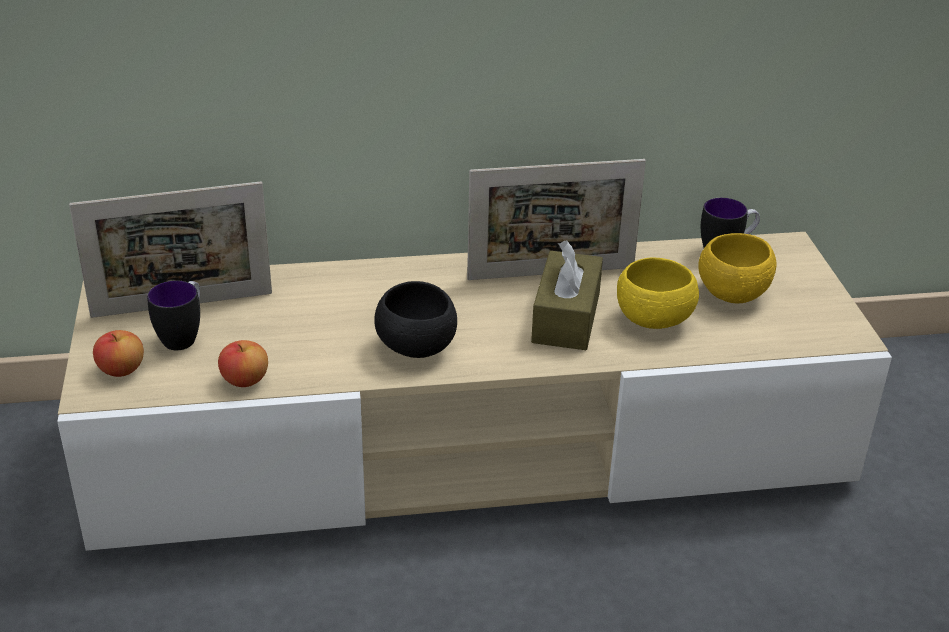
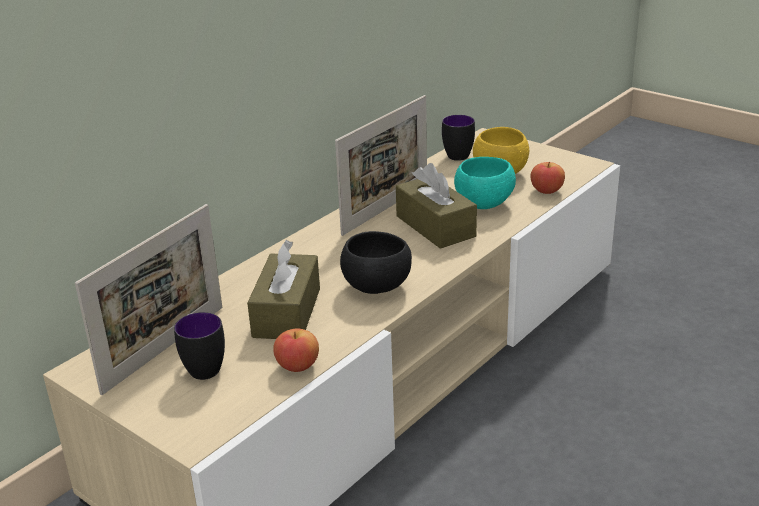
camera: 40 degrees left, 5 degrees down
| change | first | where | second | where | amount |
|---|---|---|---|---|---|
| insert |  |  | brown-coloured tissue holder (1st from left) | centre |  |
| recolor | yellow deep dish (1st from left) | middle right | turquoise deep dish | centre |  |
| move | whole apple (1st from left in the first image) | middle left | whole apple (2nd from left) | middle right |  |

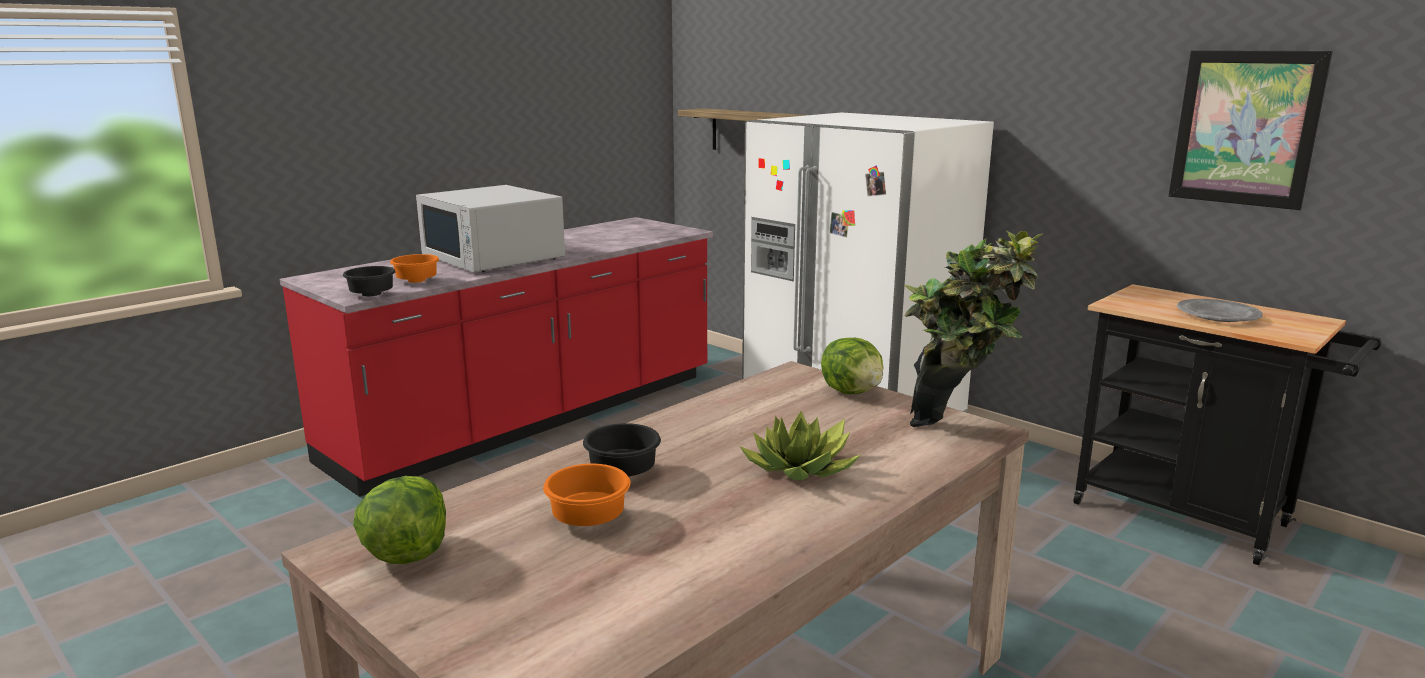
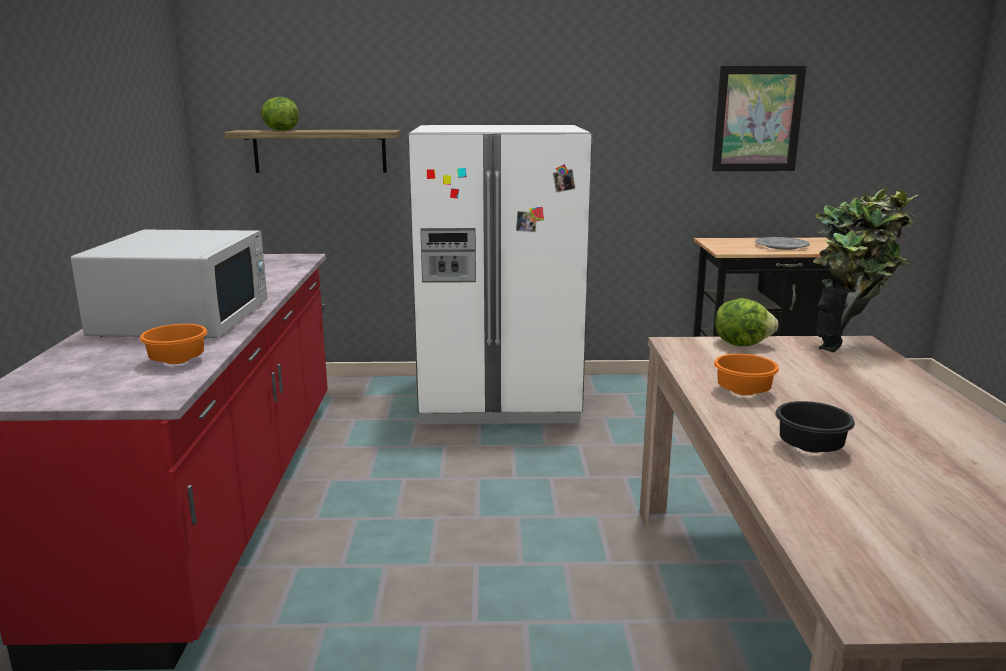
camera: 45 degrees left, 0 degrees up
| change | first | where | second | where | amount |
|---|---|---|---|---|---|
| rotate | white-coloured microwave oven | centre |  | middle left | 90 degrees counterclockwise |
| move | lettuce head (1st from left) | bottom left |  | top left |  |
| move | orange deep dish (2nd from left) | bottom centre |  | middle right |  |
| delete | black deep dish (1st from left) | middle left |  |  |  |
| delete | potted plant (1st from left) | centre |  |  |  |

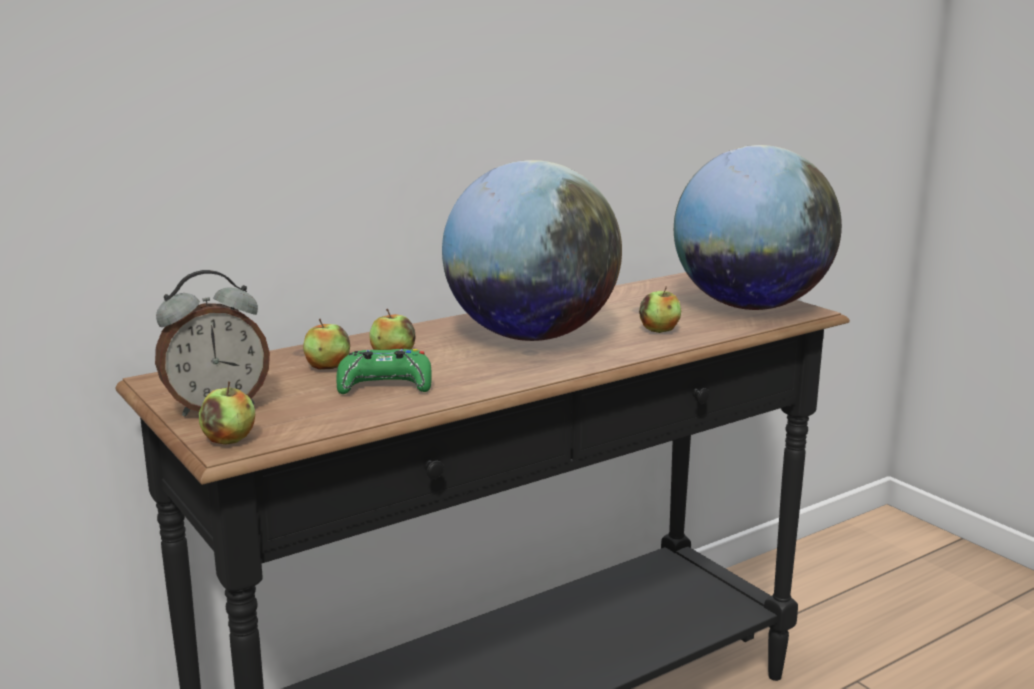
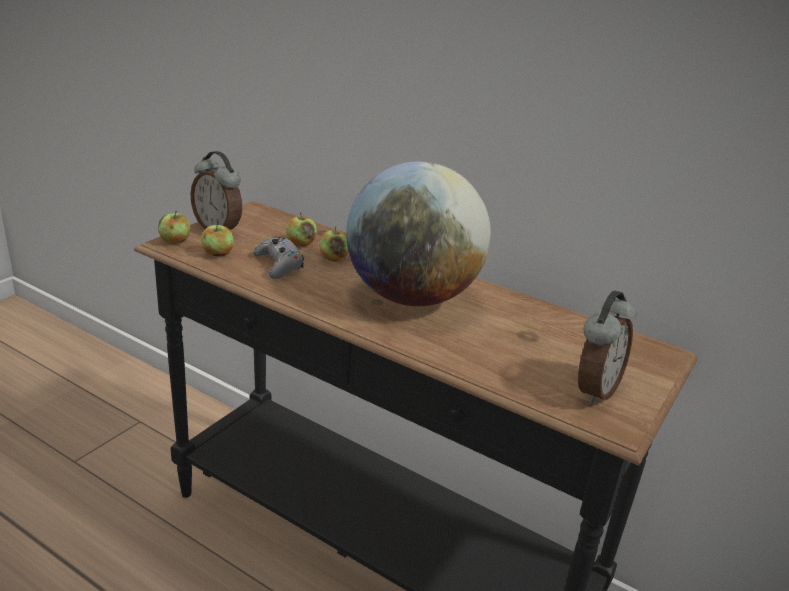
camera: 65 degrees right, 10 degrees up
| change | first | where | second | where | amount |
|---|---|---|---|---|---|
| move | whole apple (4th from left in the first image) | centre | whole apple (2nd from left) | middle left |  |
| recolor | green gamepad | centre | gray gamepad | centre |  |
| replace | globe (2nd from left) | top right | bedside clock (2nd from left) | middle right |  |

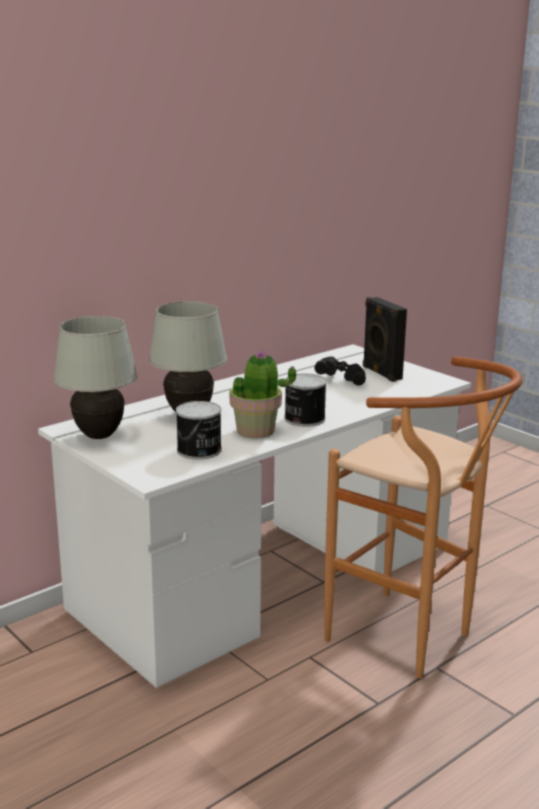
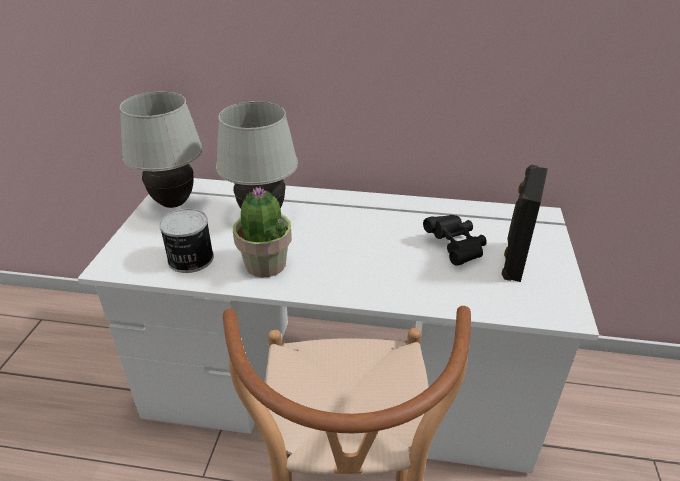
camera: 50 degrees right, 15 degrees up
| change | first | where | second | where | amount |
|---|---|---|---|---|---|
| delete | sealed can (2nd from left) | centre |  |  |  |

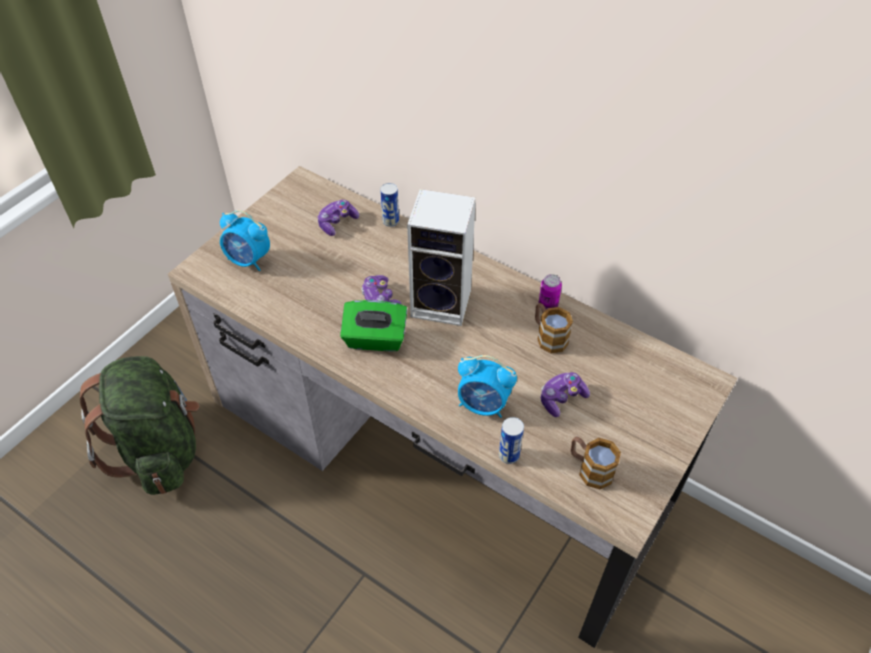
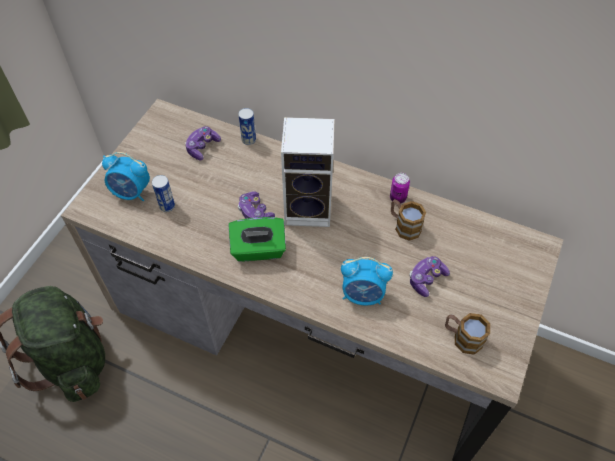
camera: 10 degrees left, 5 degrees up
| change | first | where | second | where | amount |
|---|---|---|---|---|---|
| move | sealed can (2nd from left in the first image) | bottom centre | sealed can (1st from left) | middle left |  |

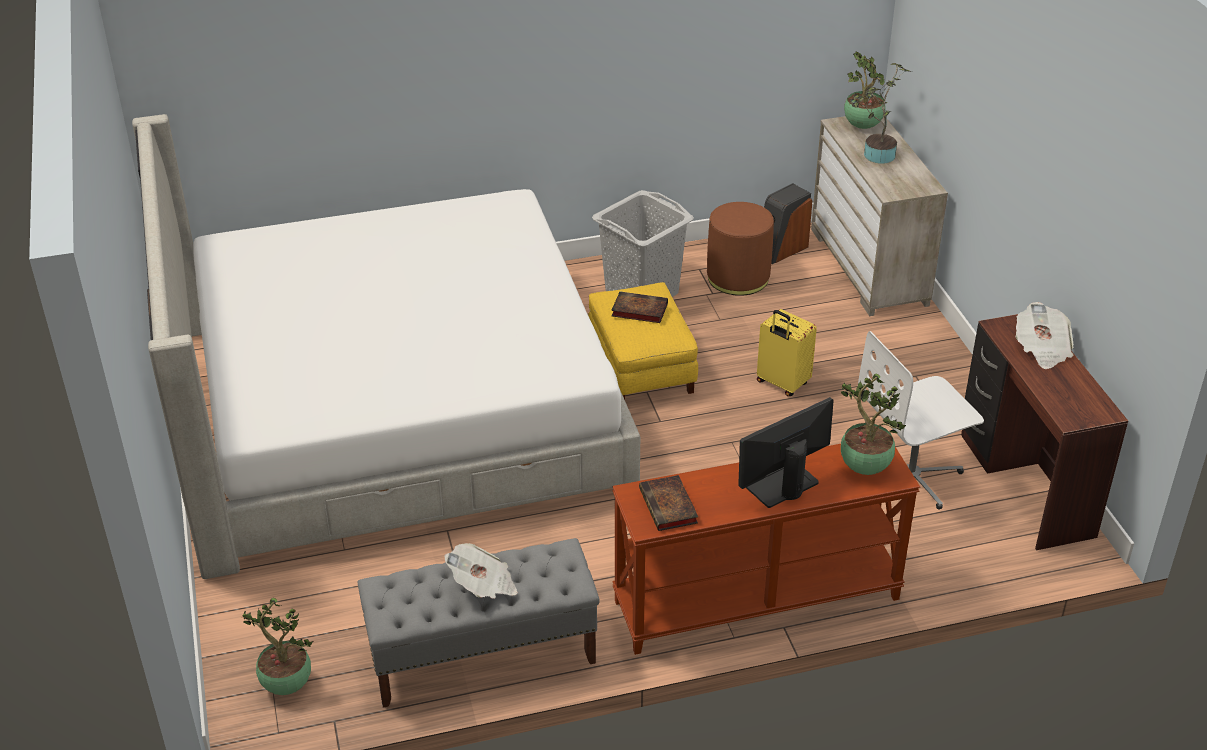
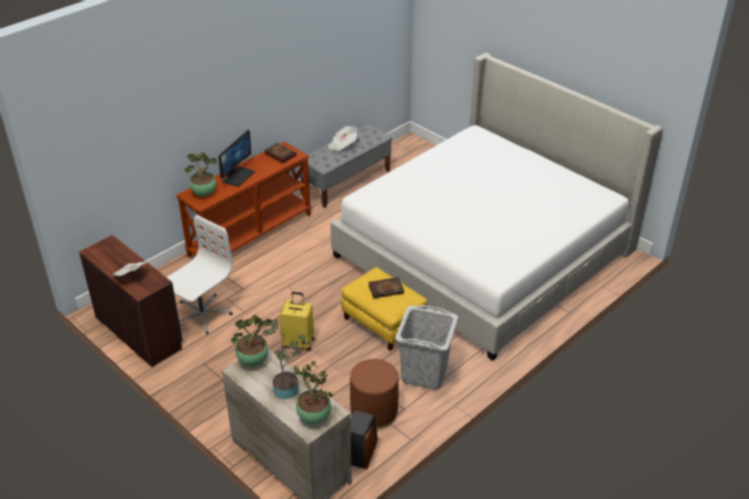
camera: 150 degrees right, 0 degrees up
| change | first | where | second | where | amount |
|---|---|---|---|---|---|
| move | potted plant (1st from left in the first image) | bottom left | potted plant (2nd from left) | bottom centre |  |

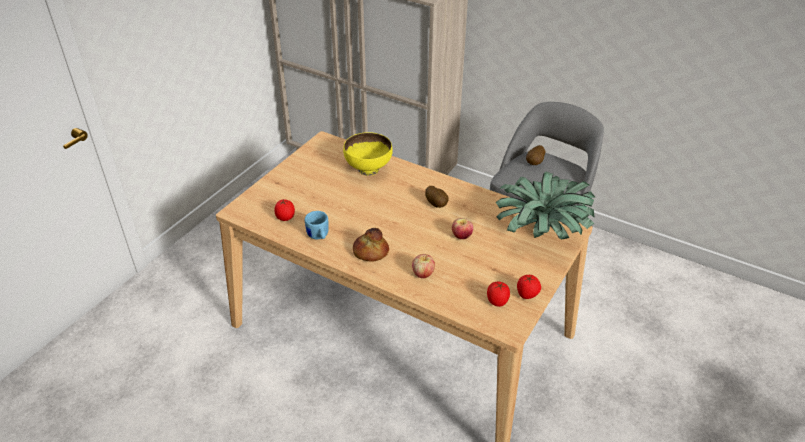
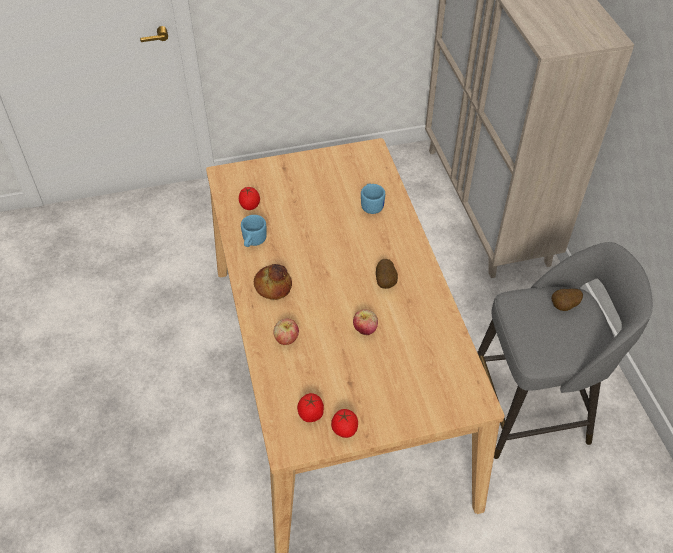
camera: 45 degrees right, 10 degrees up
| change | first | where | second | where | amount |
|---|---|---|---|---|---|
| replace | yellow deep dish | centre | bluish tea mug (2nd from left) | centre |  |
| delete | potted plant | middle right |  |  |  |

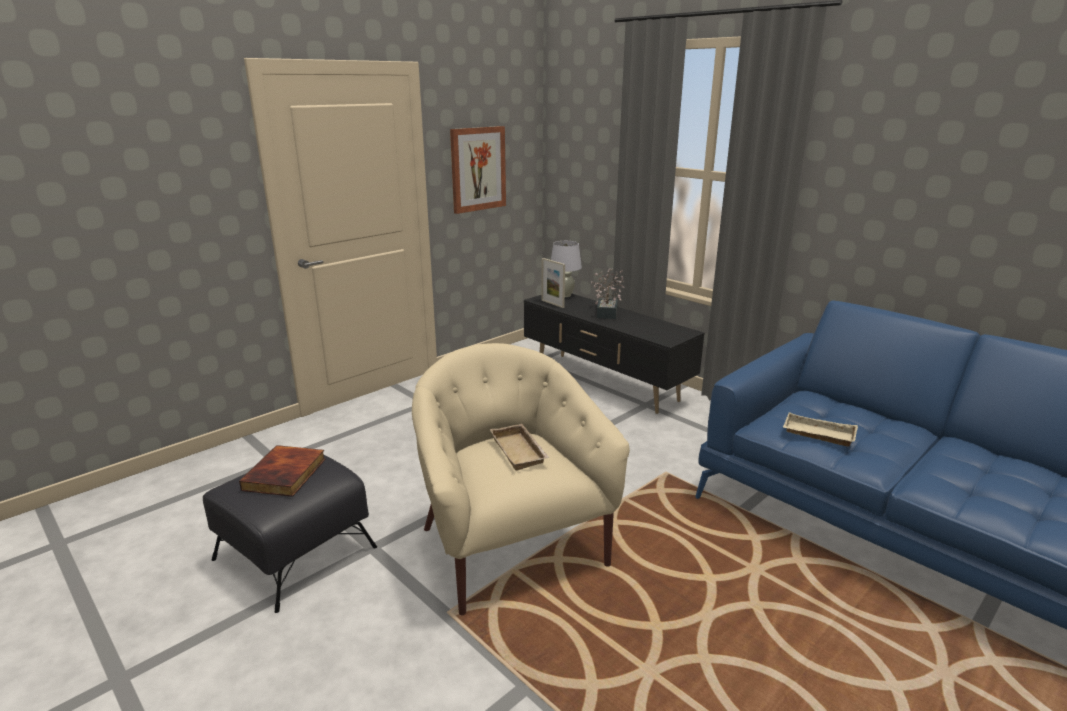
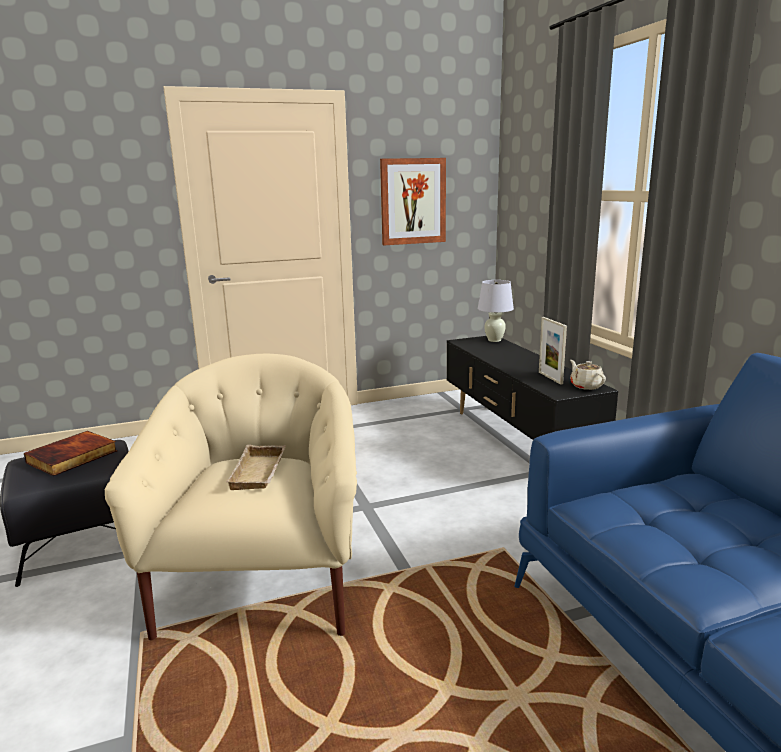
camera: 25 degrees right, 5 degrees down
| change | first | where | second | where | amount |
|---|---|---|---|---|---|
| move | standing frame | centre |  | middle right |  |
| insert |  |  | beige pot for tea | middle right |  |
| delete | potted plant | centre |  |  |  |
| delete | beige carrying tray (2nd from left) | middle right |  |  |  |

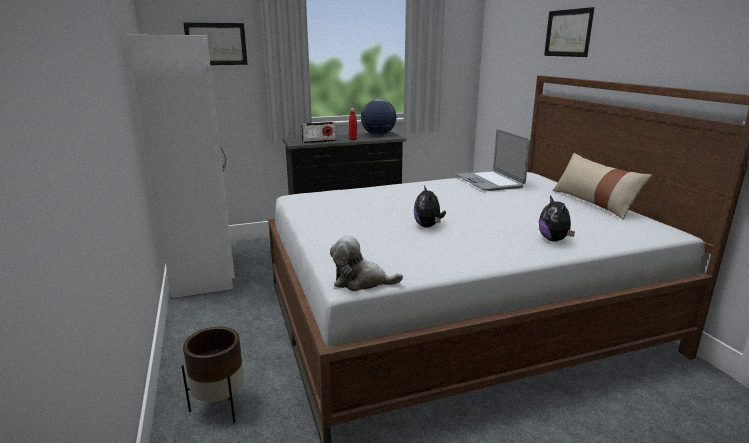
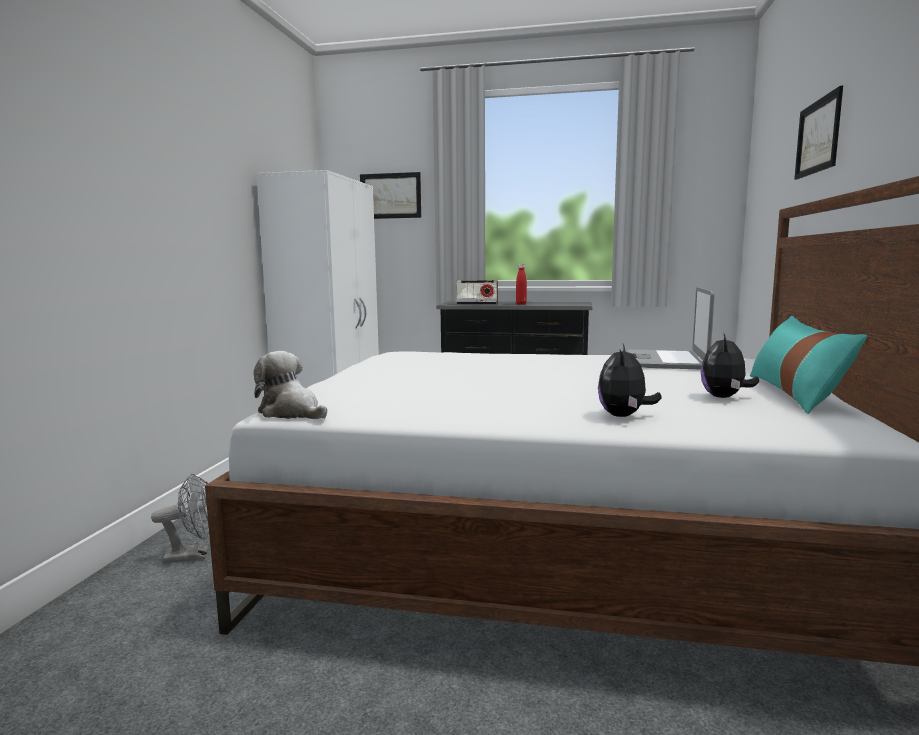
camera: 30 degrees right, 10 degrees down
| change | first | where | second | where | amount |
|---|---|---|---|---|---|
| replace | brown-coloured plant pot | bottom left | gray fan | bottom left |  |
| move | soft toy (2nd from left in the first image) | centre | soft toy (3rd from left) | middle right |  |
| recolor | beige throw pillow | middle right | turquoise throw pillow | middle right |  |
| delete | globe | top centre |  |  |  |

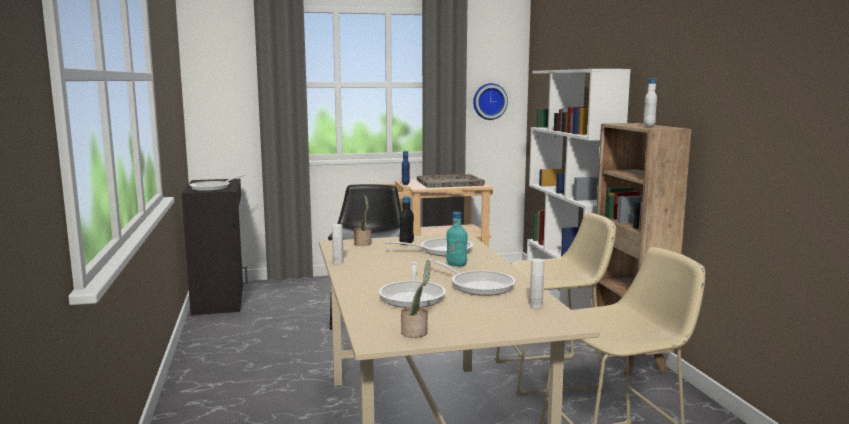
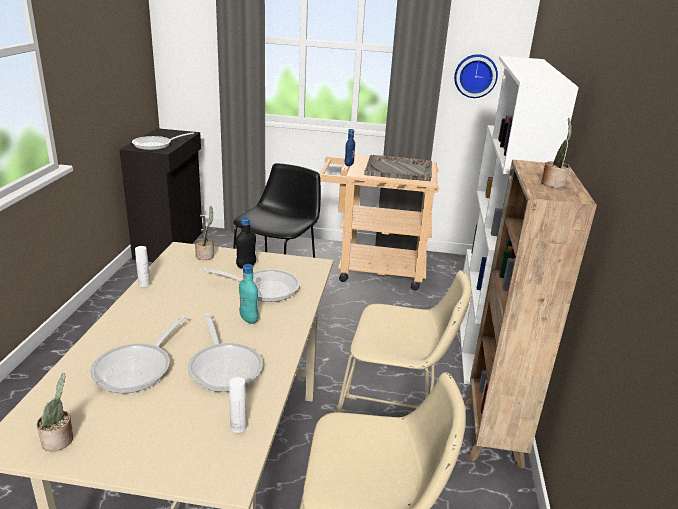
camera: 20 degrees right, 15 degrees up
| change | first | where | second | where | amount |
|---|---|---|---|---|---|
| replace | white-coloured bottle (3rd from left) | top right | potted plant (3rd from left) | top right |  |

